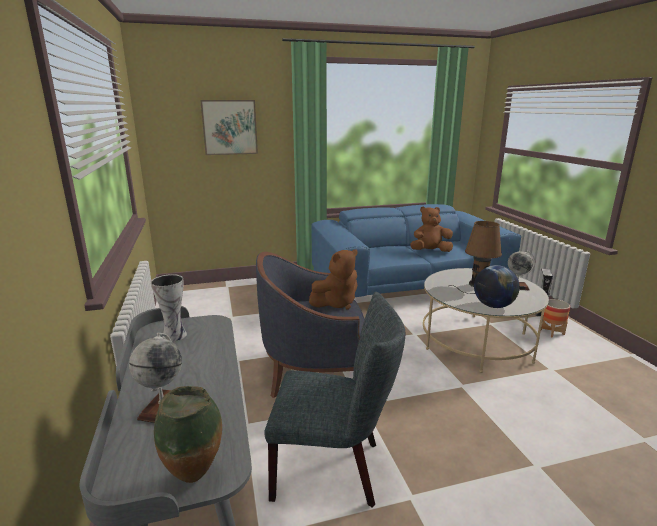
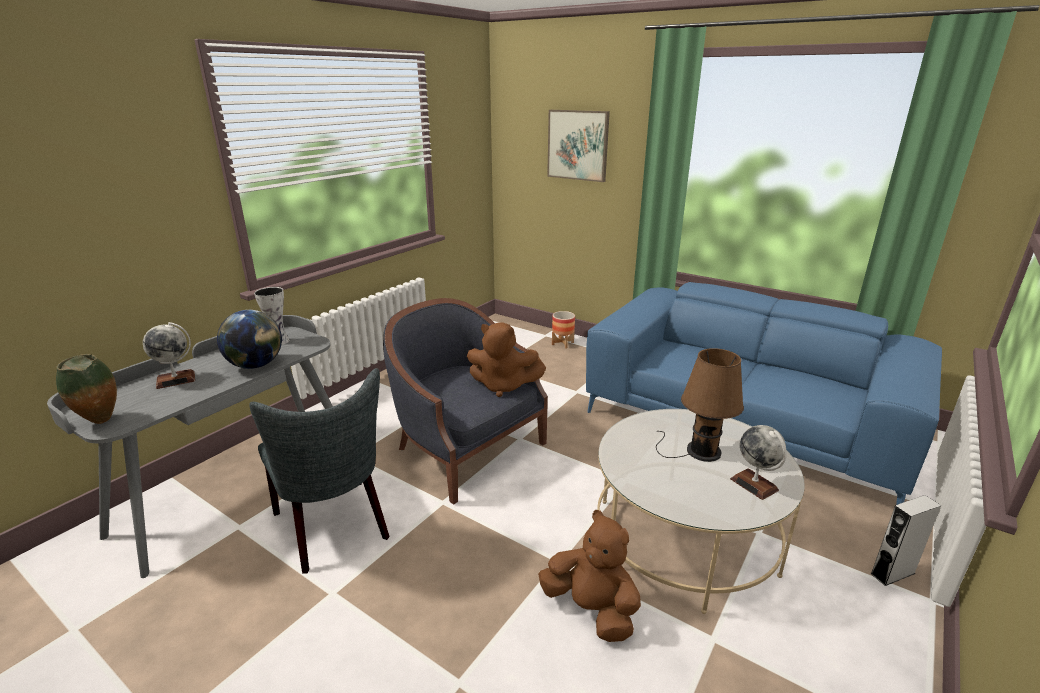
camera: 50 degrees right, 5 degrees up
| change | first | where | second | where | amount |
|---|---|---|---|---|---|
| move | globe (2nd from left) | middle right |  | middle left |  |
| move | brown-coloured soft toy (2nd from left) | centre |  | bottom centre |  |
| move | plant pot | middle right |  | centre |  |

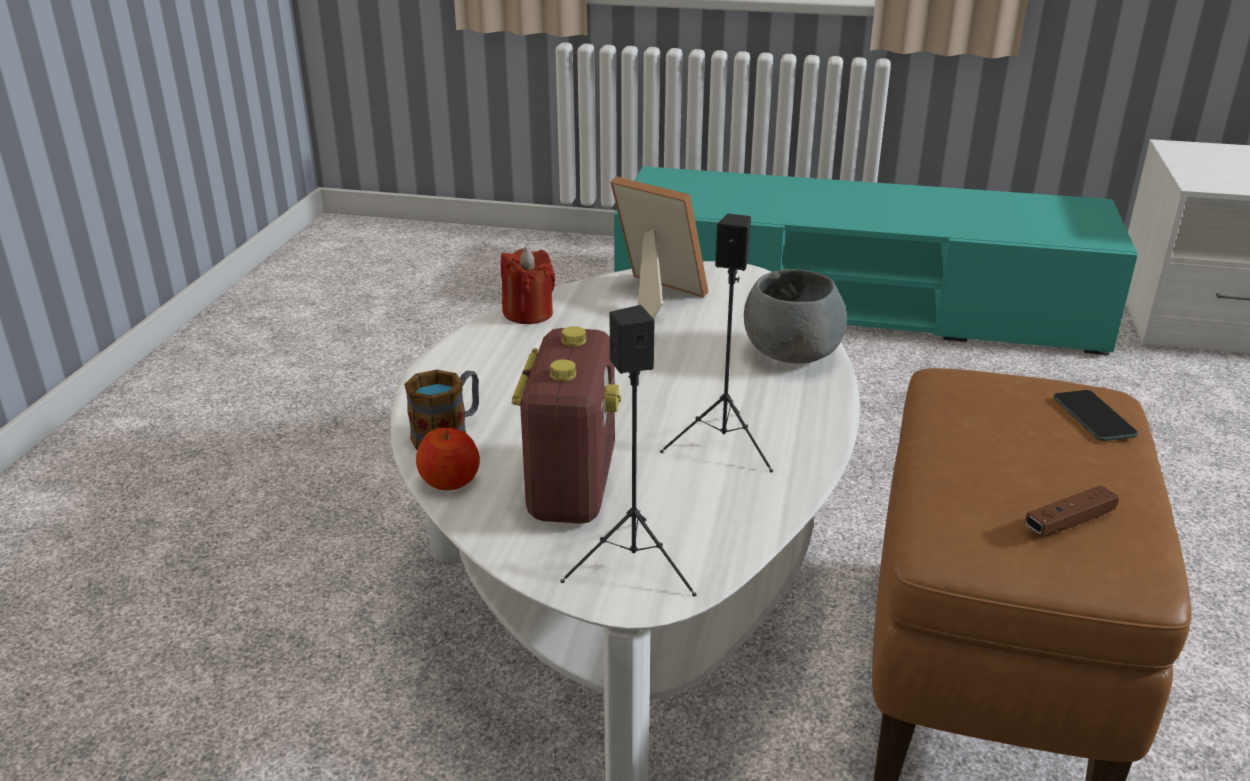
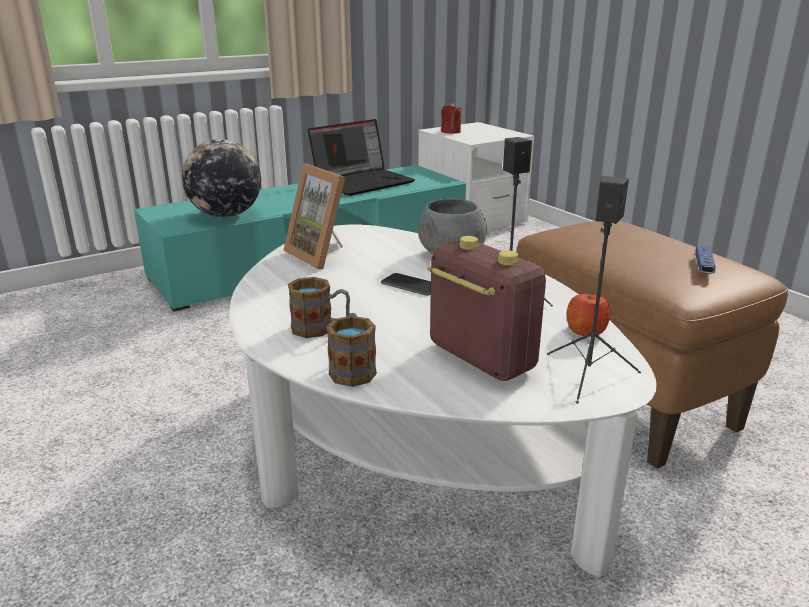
camera: 45 degrees left, 5 degrees down
| change | first | where | second | where | amount |
|---|---|---|---|---|---|
| insert |  |  | globe | top left |  |
| rotate | standing frame | top centre |  | centre | 120 degrees counterclockwise |
| insert |  |  | tea mug (1st from left) | centre |  |
| insert |  |  | notebook computer | top centre |  |
| move | telephone | middle right |  | centre |  |
| move | reddish wax candle | centre |  | top centre |  |
| move | whole apple | centre |  | middle right |  |
| recolor | brown-coloured gamepad | middle right | bluish gamepad | middle right |  |

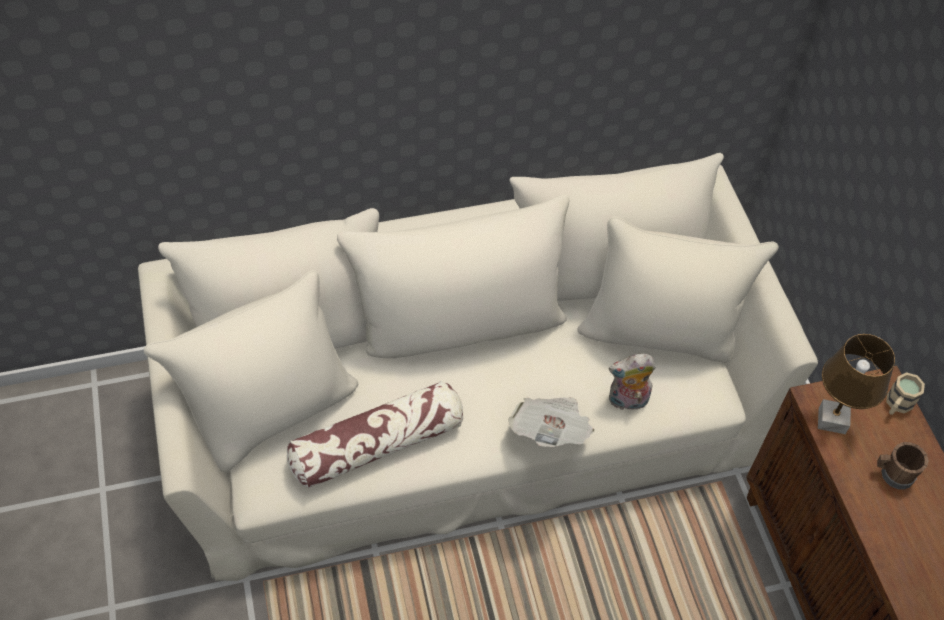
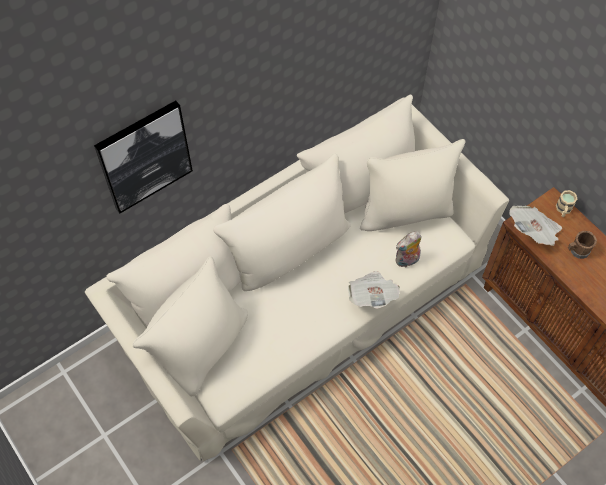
camera: 20 degrees left, 5 degrees up
| change | first | where | second | where | amount |
|---|---|---|---|---|---|
| insert |  |  | wall picture | top left |  |
| replace | brown-coloured tabletop lamp | middle right | printed paper (2nd from left) | middle right |  |
| delete | throw pillow | bottom centre |  |  |  |

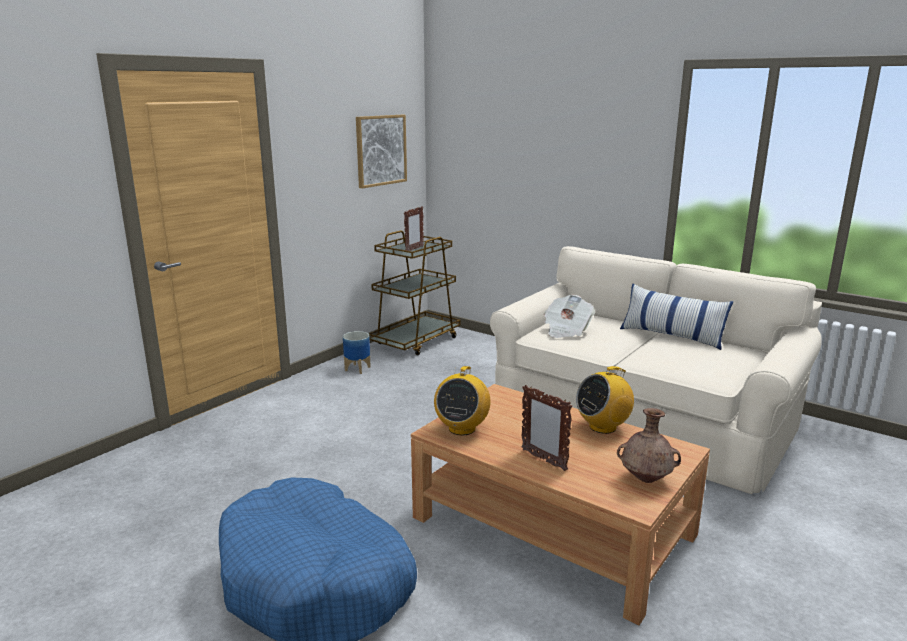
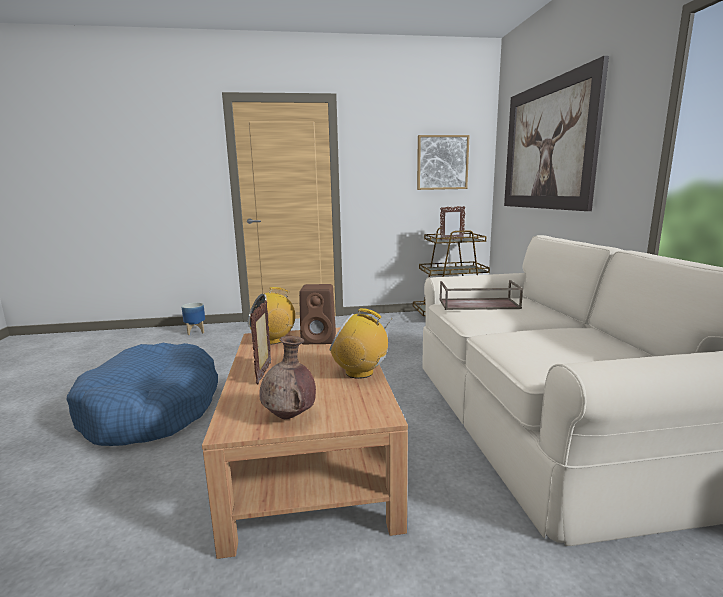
camera: 45 degrees right, 5 degrees down
| change | first | where | second | where | amount |
|---|---|---|---|---|---|
| move | plant pot | centre |  | middle left |  |
| insert |  |  | brown-coloured loudspeaker | centre |  |
| replace | printed paper | centre | brown-coloured carrying tray | centre |  |
| insert |  |  | wall picture (2nd from left) | top right |  |
| delete | throw pillow | middle right |  |  |  |

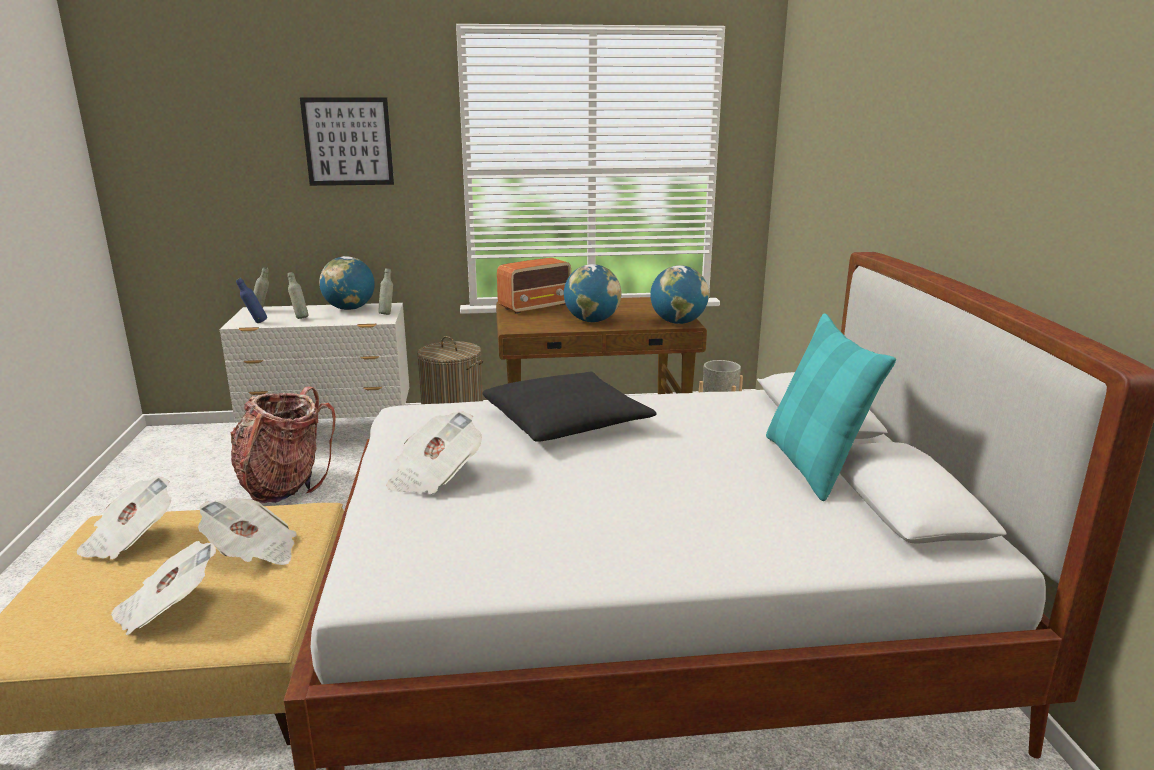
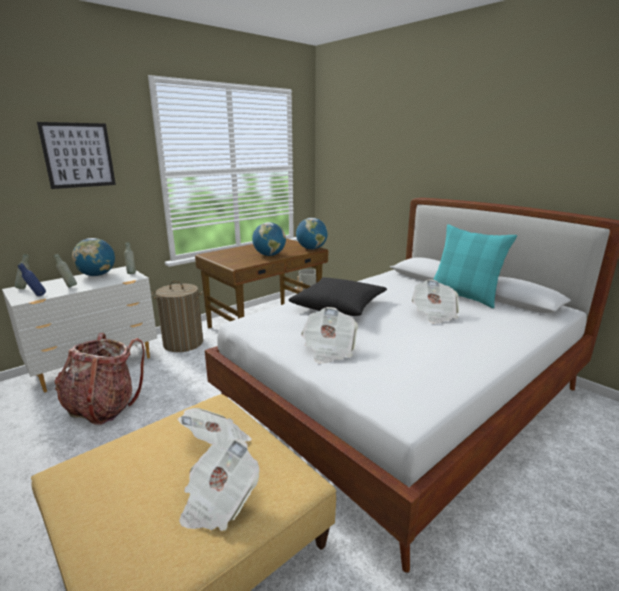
camera: 35 degrees left, 0 degrees up
| change | first | where | second | where | amount |
|---|---|---|---|---|---|
| move | printed paper (1st from left in the first image) | bottom left | printed paper (4th from left) | middle right |  |
| delete | radio set | centre |  |  |  |

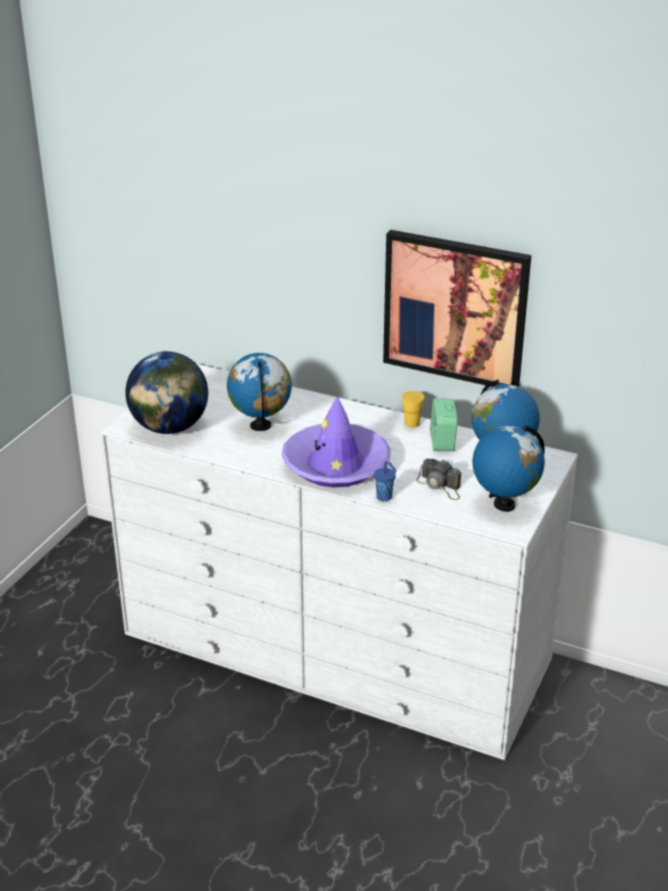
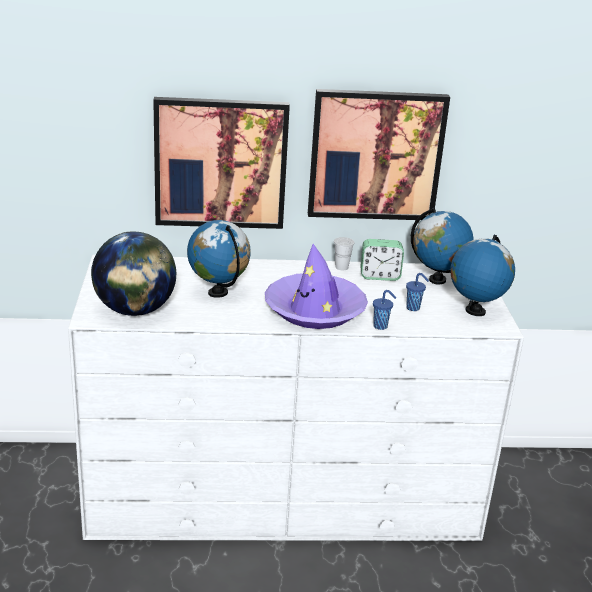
camera: 30 degrees left, 5 degrees down
| change | first | where | second | where | amount |
|---|---|---|---|---|---|
| insert |  |  | wall picture (1st from left) | top centre |  |
| recolor | yellow small cup | centre | white-coloured small cup | centre |  |
| rotate | bedside clock | centre |  | centre | 60 degrees counterclockwise |
| replace | photo camera | centre | bluish small cup (2nd from left) | middle right |  |

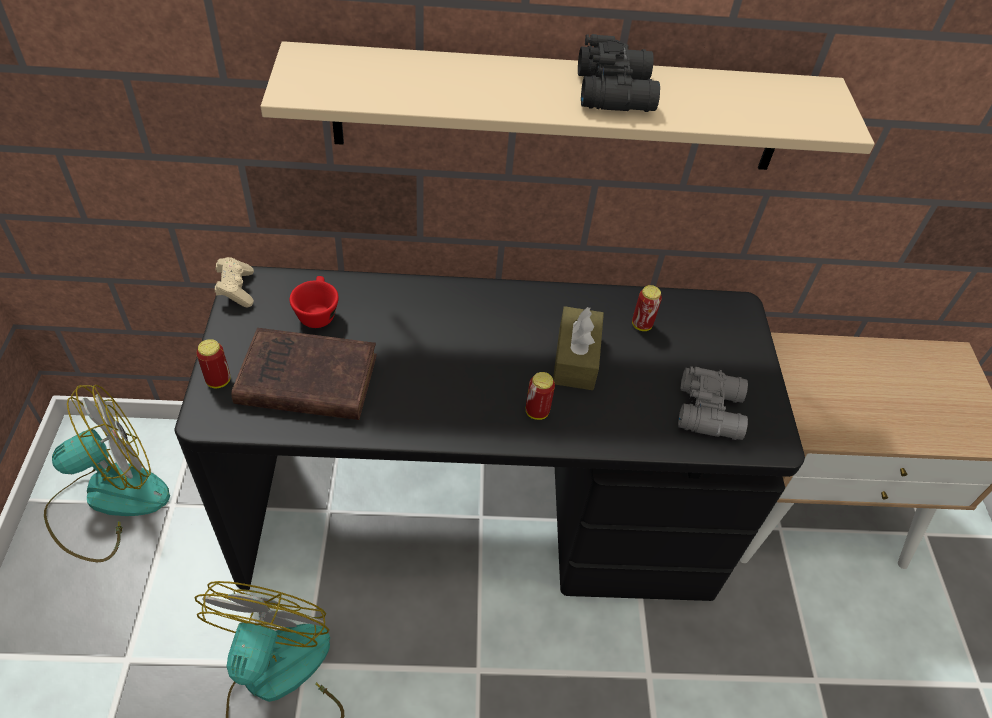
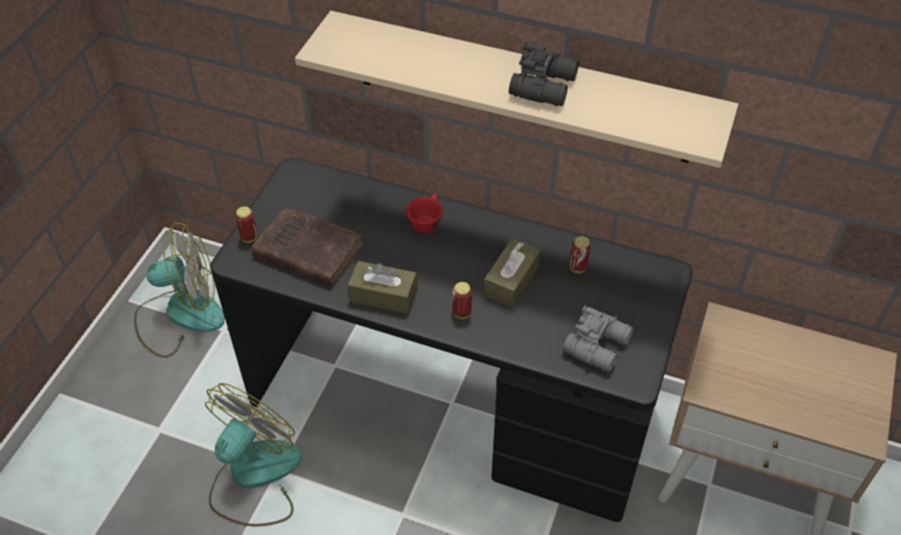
camera: 25 degrees right, 0 degrees up
| change | first | where | second | where | amount |
|---|---|---|---|---|---|
| insert |  |  | brown-coloured tissue holder (1st from left) | centre |  |
| move | reddish small cup | middle left |  | centre |  |
| delete | beige gamepad | middle left |  |  |  |

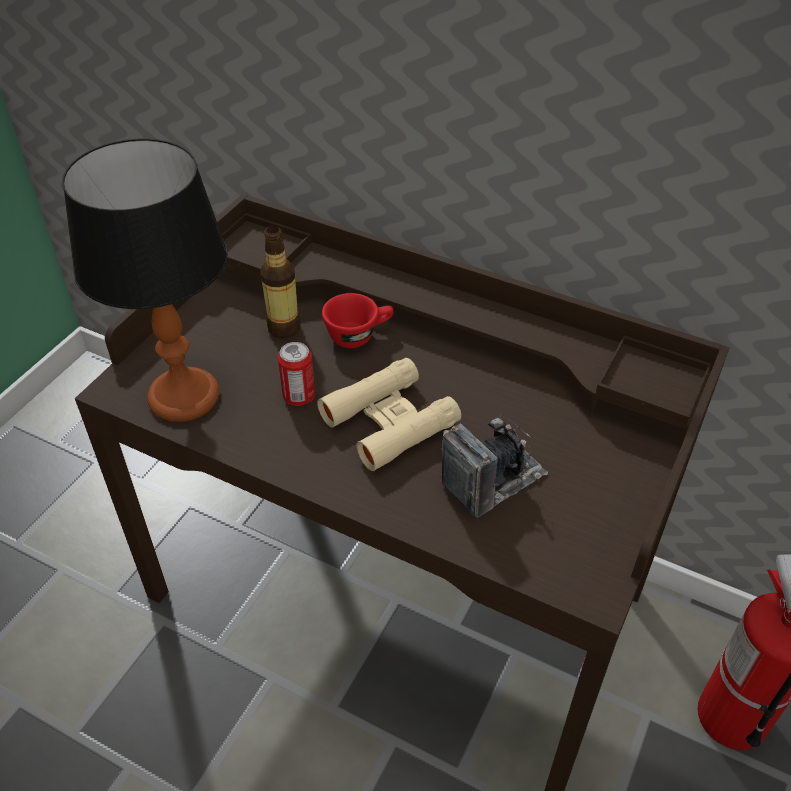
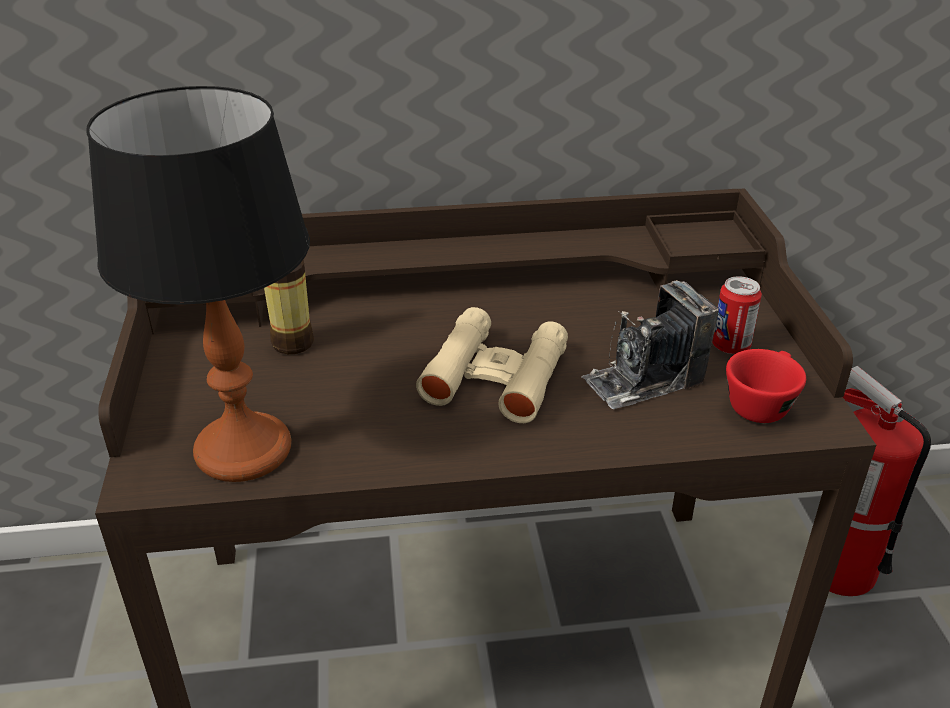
camera: 35 degrees left, 10 degrees down
| change | first | where | second | where | amount |
|---|---|---|---|---|---|
| rotate | photo camera | centre |  | middle right | 135 degrees counterclockwise |
| move | sealed can | centre |  | middle right |  |
| move | reddish small cup | centre |  | middle right |  |

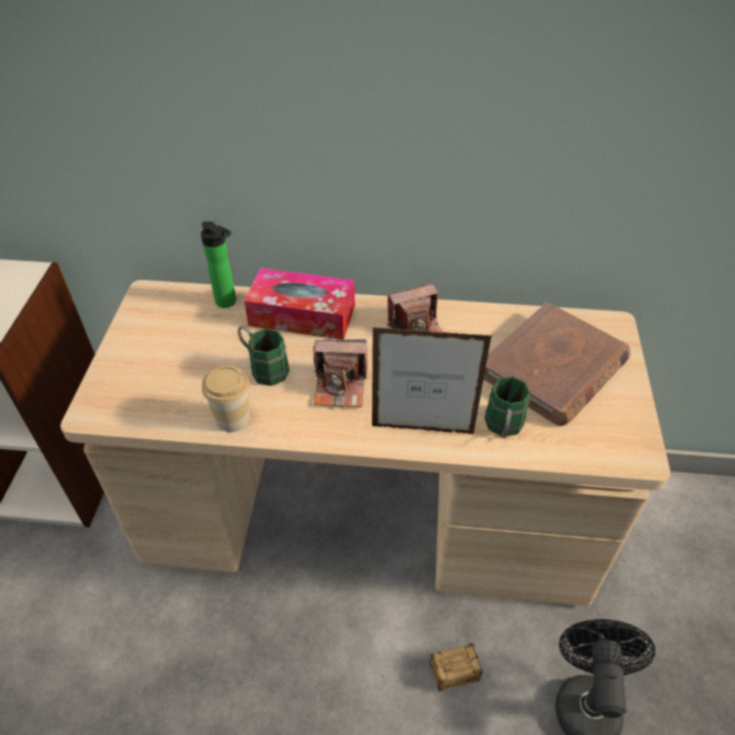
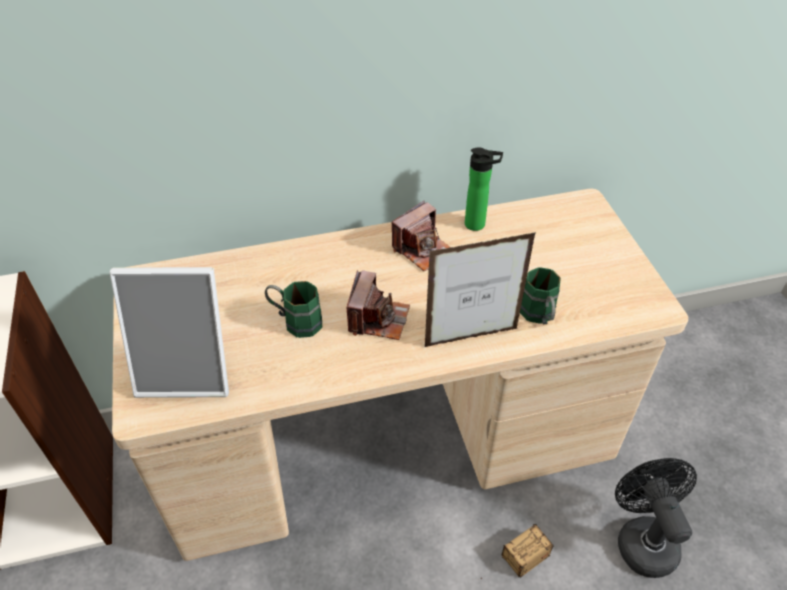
camera: 20 degrees left, 0 degrees up
| change | first | where | second | where | amount |
|---|---|---|---|---|---|
| insert |  |  | standing frame (1st from left) | middle left |  |
| rotate | photo camera (1st from left) | centre |  | centre | 60 degrees counterclockwise |
| move | bottle | middle left |  | top centre |  |
| delete | small cup | middle left |  |  |  |
| delete | tissue holder | centre |  |  |  |
| delete | brown-coloured bound book | middle right |  |  |  |

